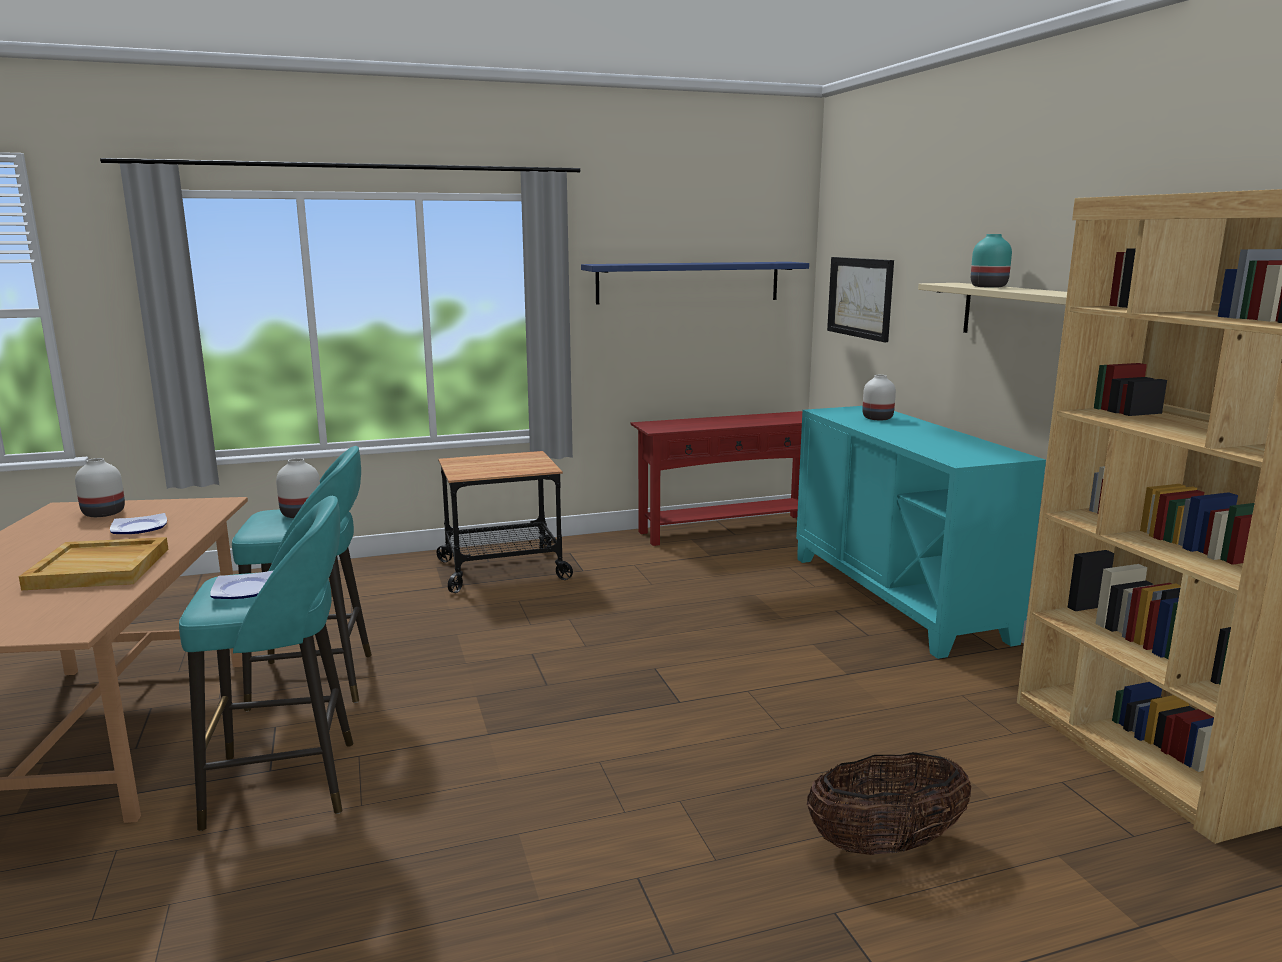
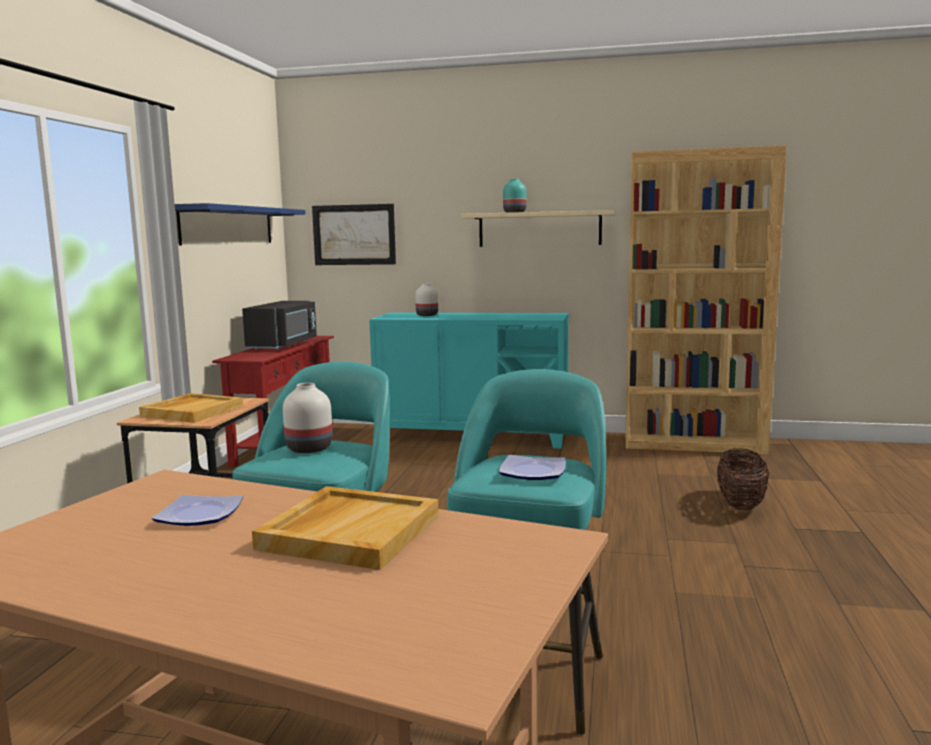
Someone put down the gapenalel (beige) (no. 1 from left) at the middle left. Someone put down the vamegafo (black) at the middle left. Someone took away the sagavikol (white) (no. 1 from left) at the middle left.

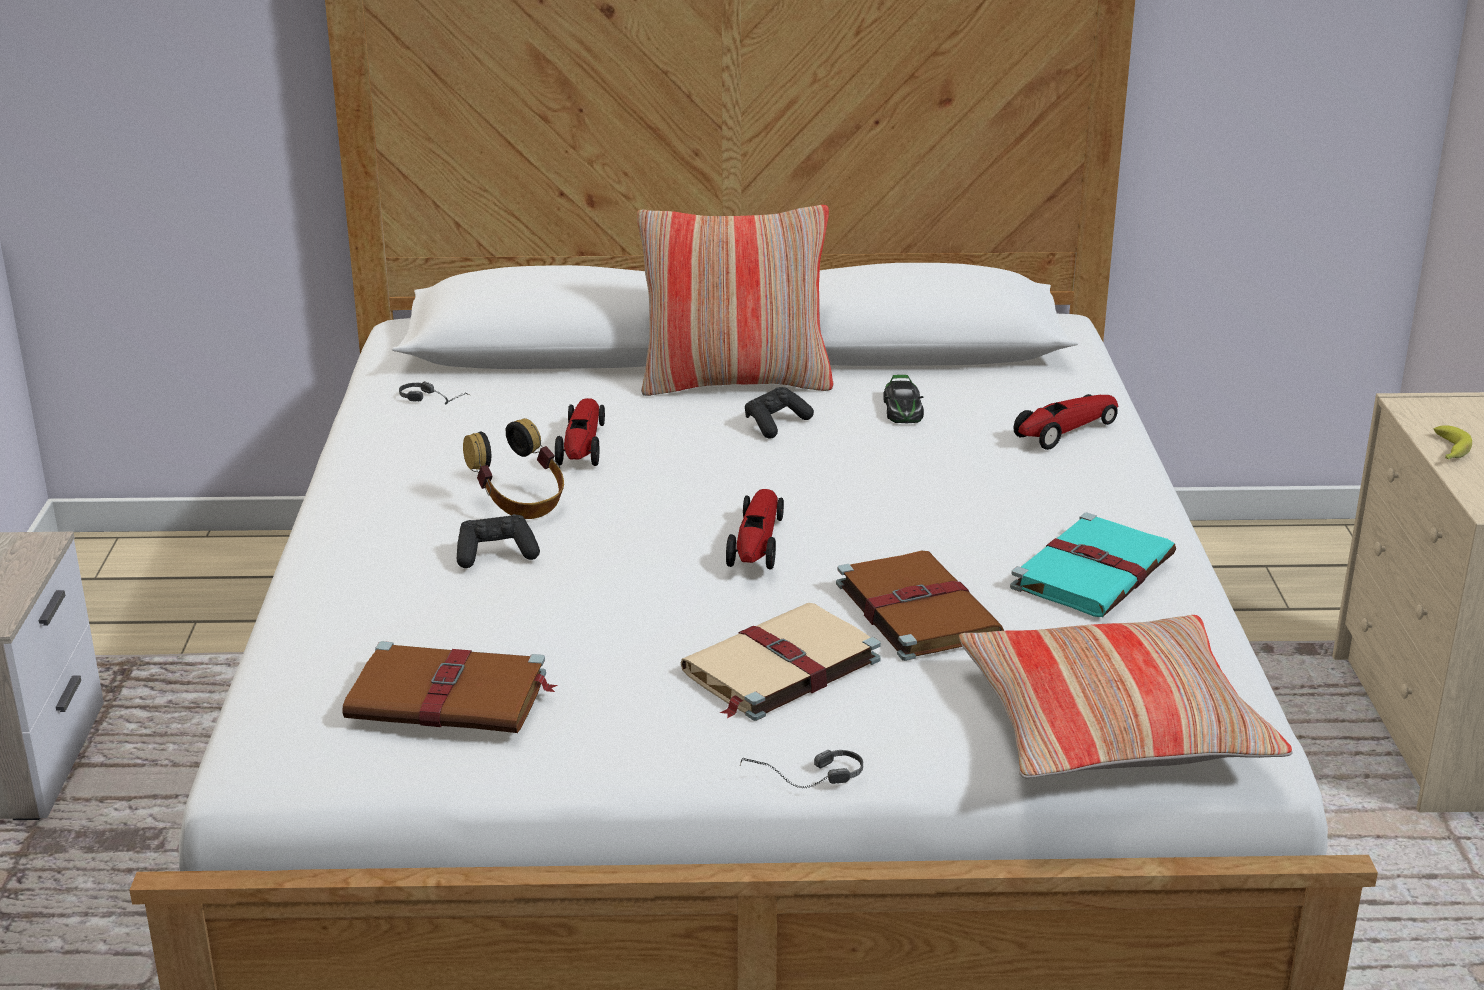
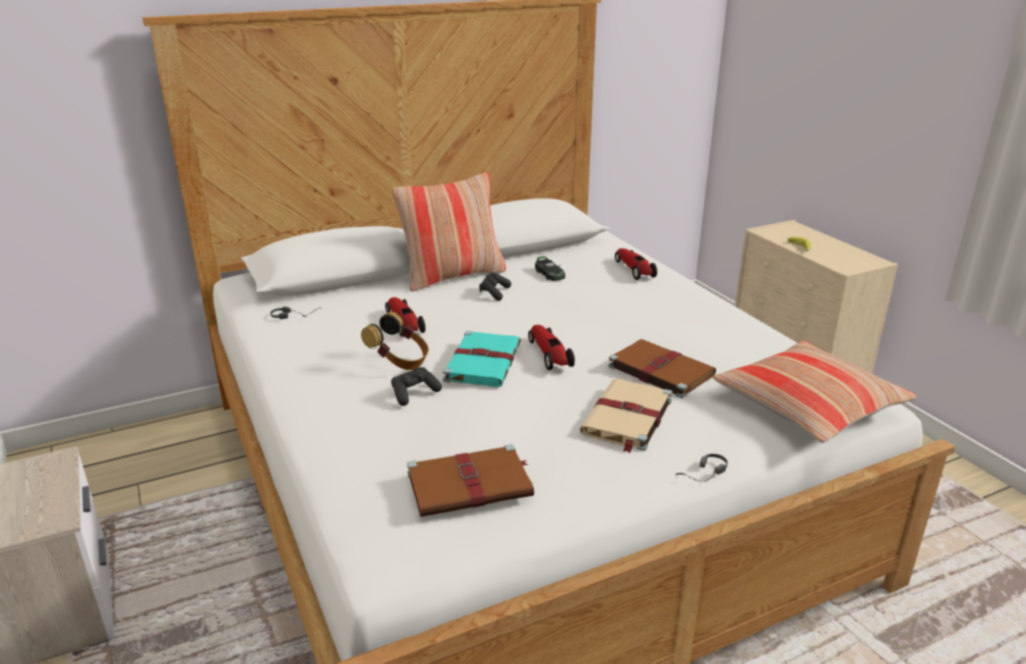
Someone carried the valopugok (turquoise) from the middle right to the centre. Someone rotated the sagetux (no. 4 from left) at the middle right by 45 degrees counterclockwise.

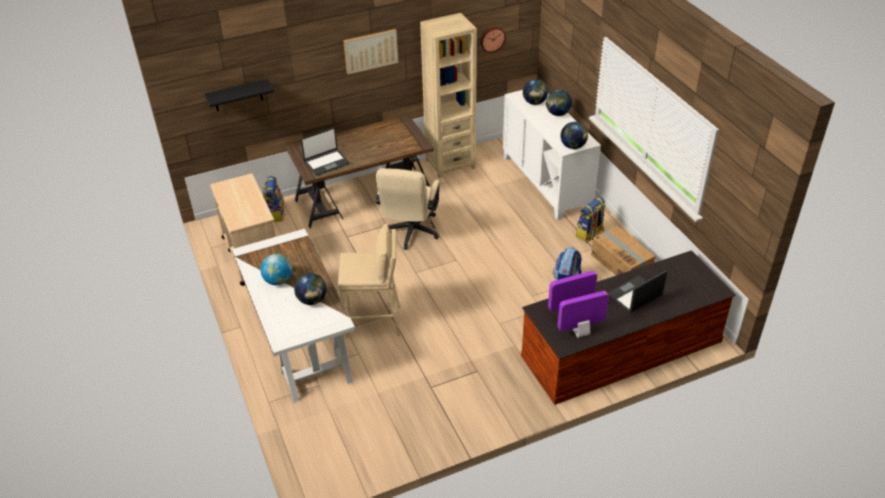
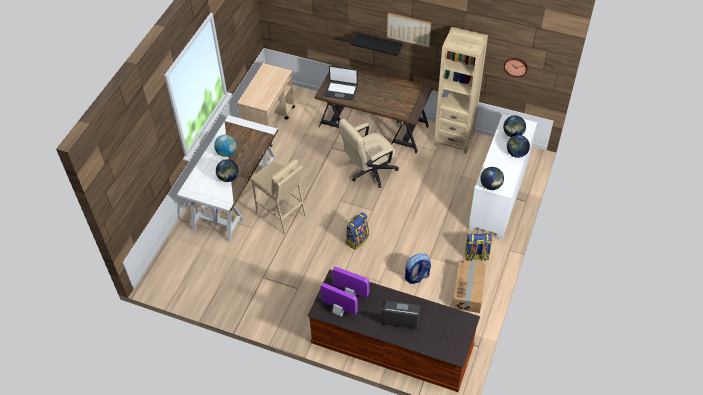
Someone carried the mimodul (no. 1 from left) from the middle left to the centre. Someone carried the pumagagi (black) from the top left to the top centre.

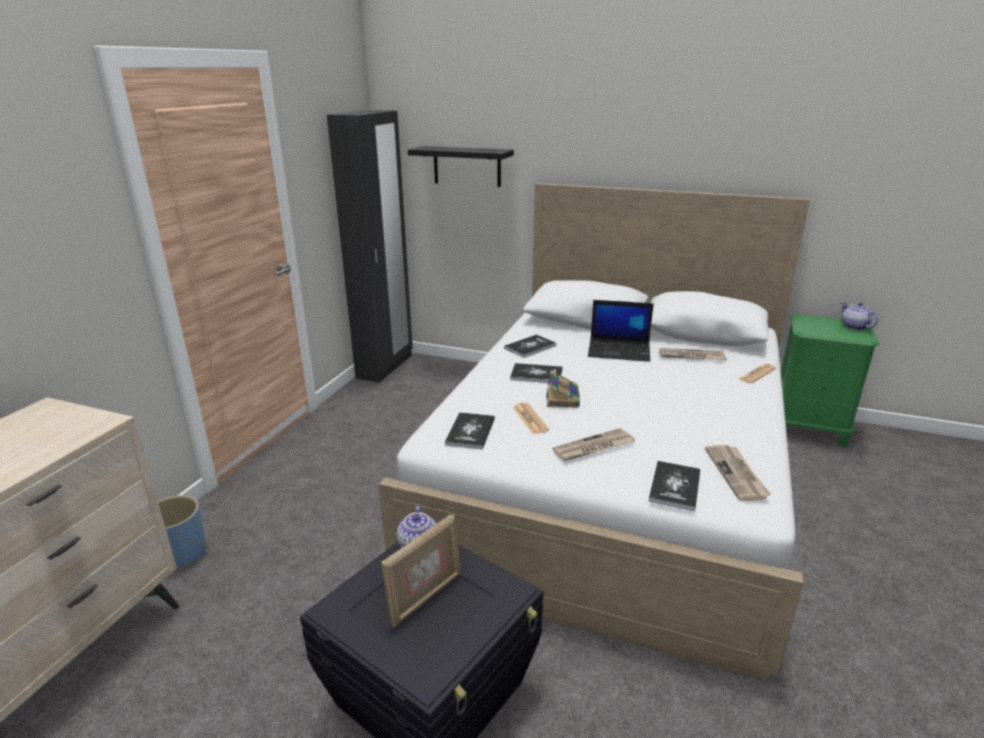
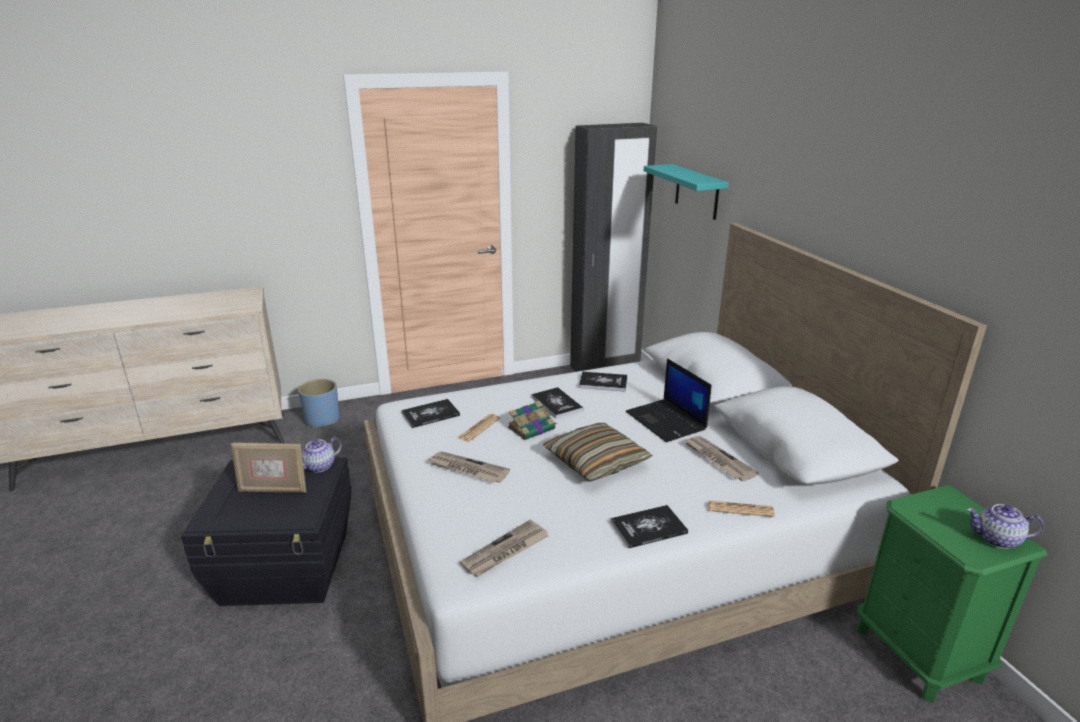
Someone put down the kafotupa at the centre. Someone carried the valopugok (no. 5 from left) from the middle right to the bottom centre. Someone repainted the pumagagi (black) at the top centre, which became the pumagagi (turquoise) at the top centre. Someone rotated the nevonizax (no. 2 from left) at the middle right by 105 degrees counterclockwise.

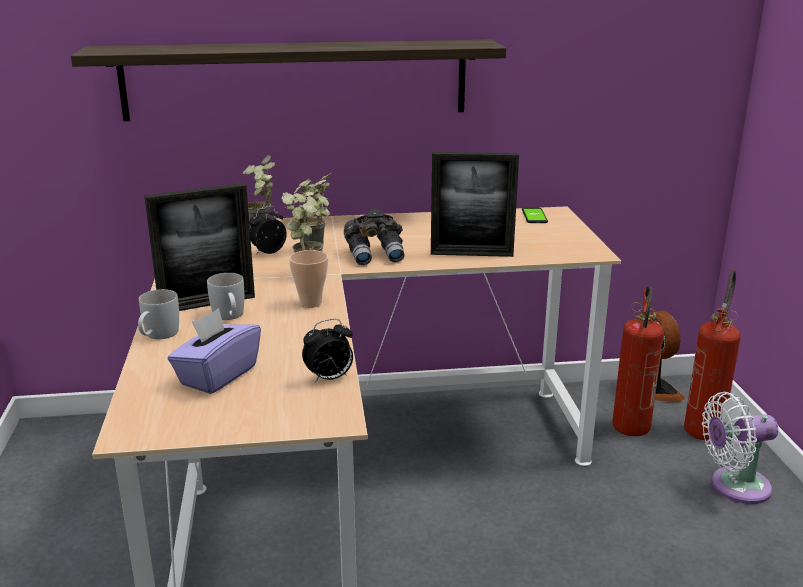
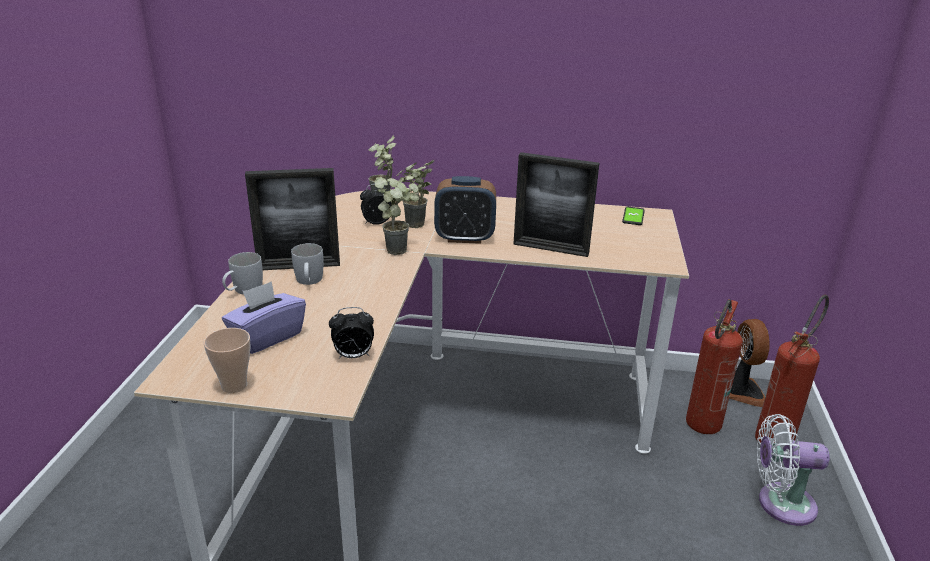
Someone carried the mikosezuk from the centre to the middle left. Someone swapped the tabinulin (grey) at the centre for the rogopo (no. 3 from left) at the centre. Someone took away the pumagagi at the top centre.

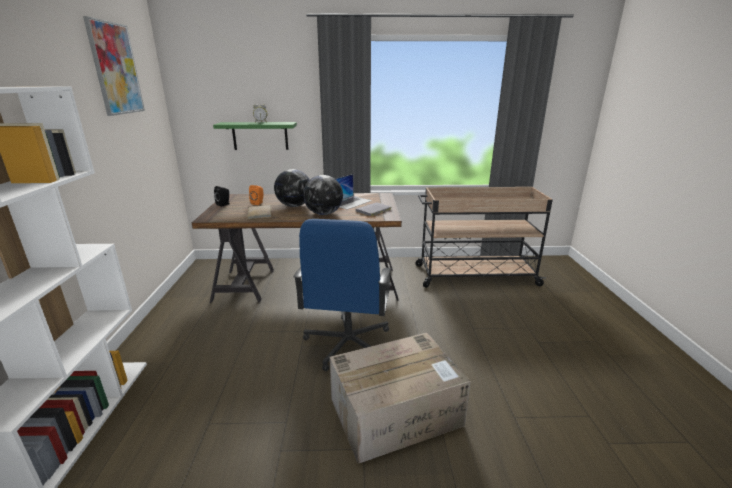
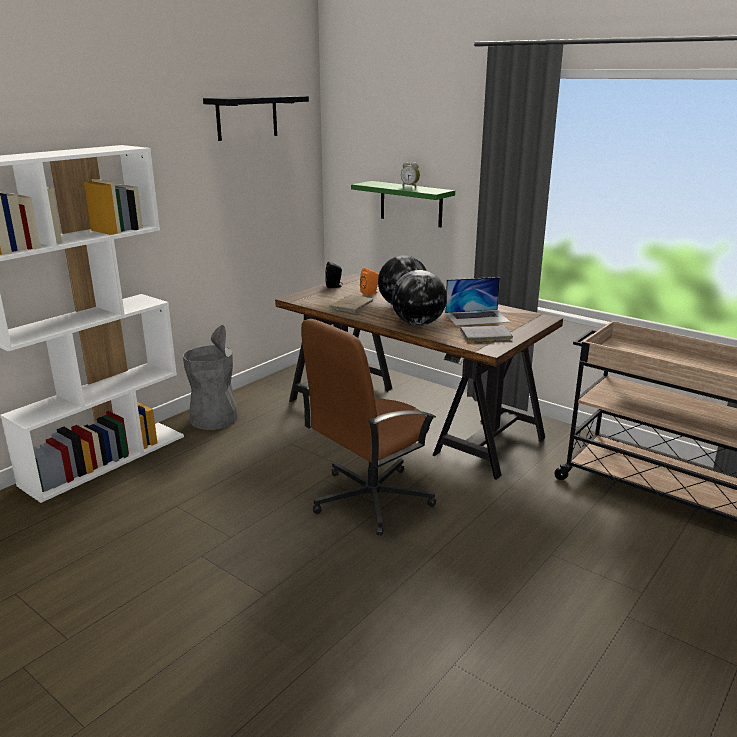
Someone put down the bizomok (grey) at the middle left. Someone swapped the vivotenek at the top left for the pumagagi (black) at the top centre. Someone repainted the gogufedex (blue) at the centre, which became the gogufedex (brown) at the centre. Someone took away the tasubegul at the bottom centre.

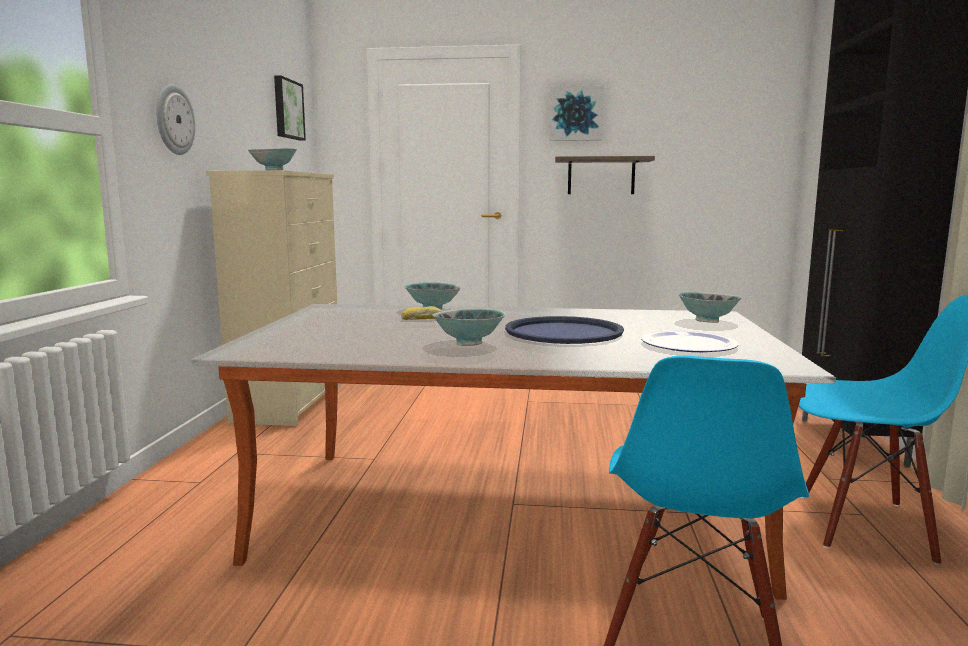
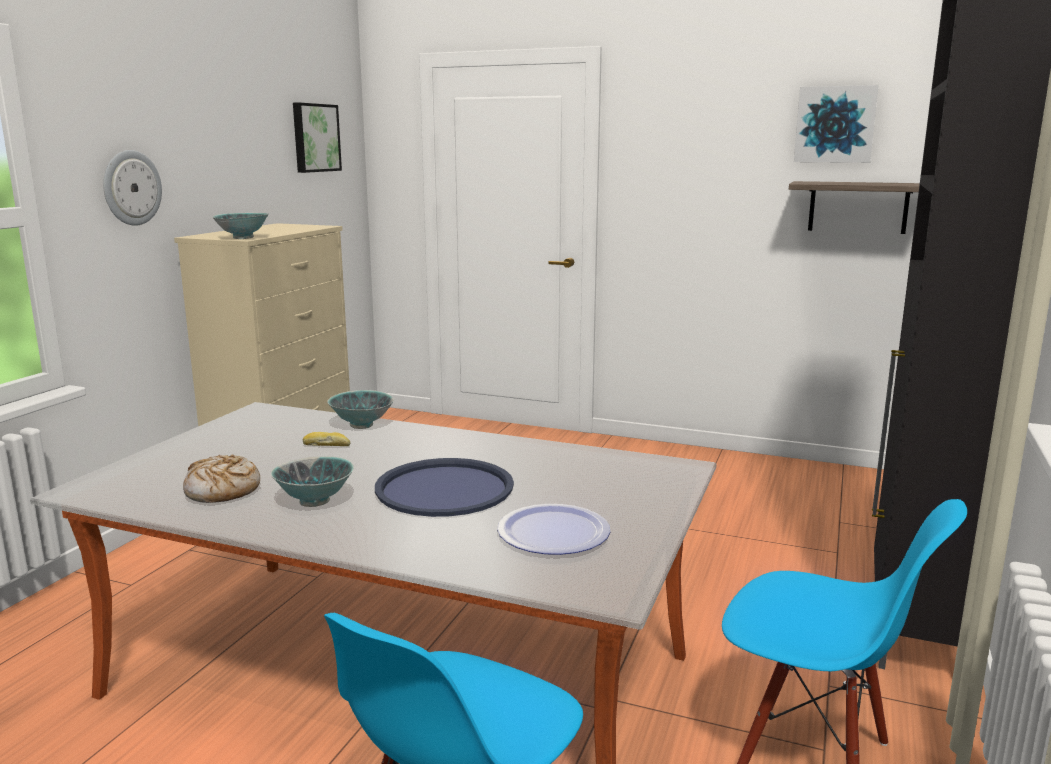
Someone put down the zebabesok (no. 1 from left) at the middle left. Someone carried the pumagagi from the top centre to the top right. Someone carried the vivotenek (no. 2 from left) from the top centre to the top right. Someone took away the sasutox (no. 4 from left) at the middle right.

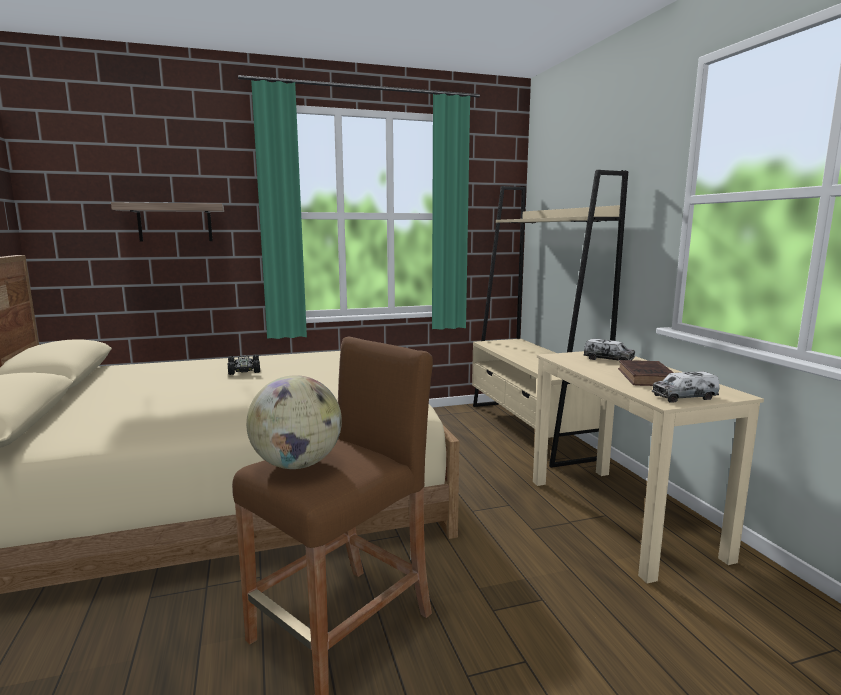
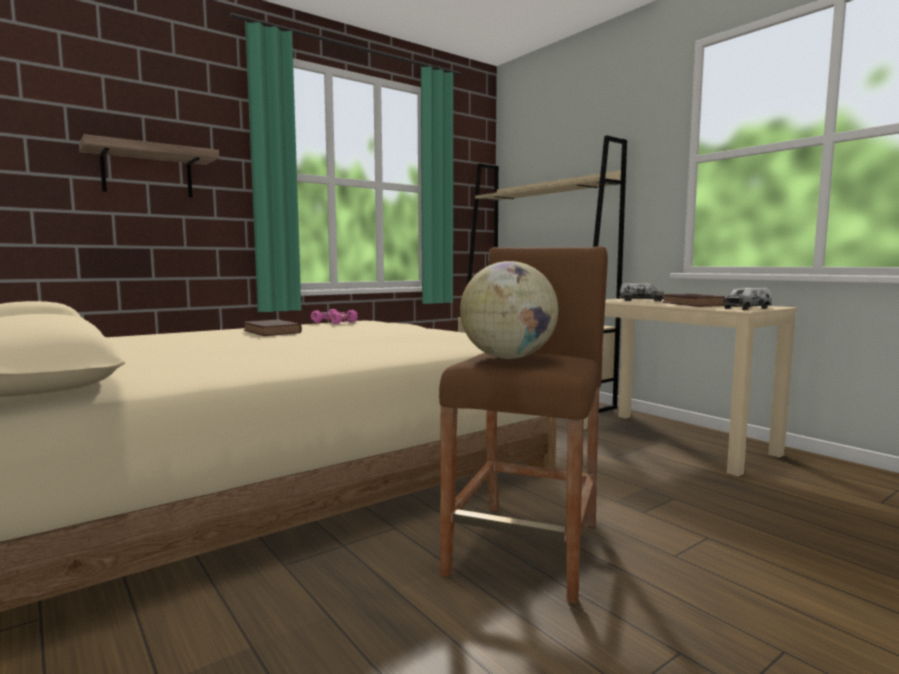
Someone swapped the sagetux (black) at the middle left for the valopugok (brown) (no. 1 from left) at the middle left. Someone put down the sagetux (pink) at the centre.

